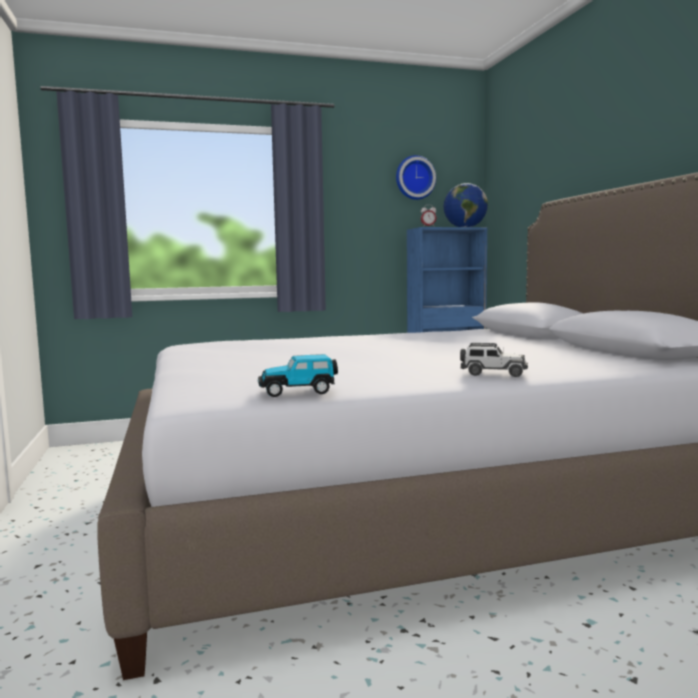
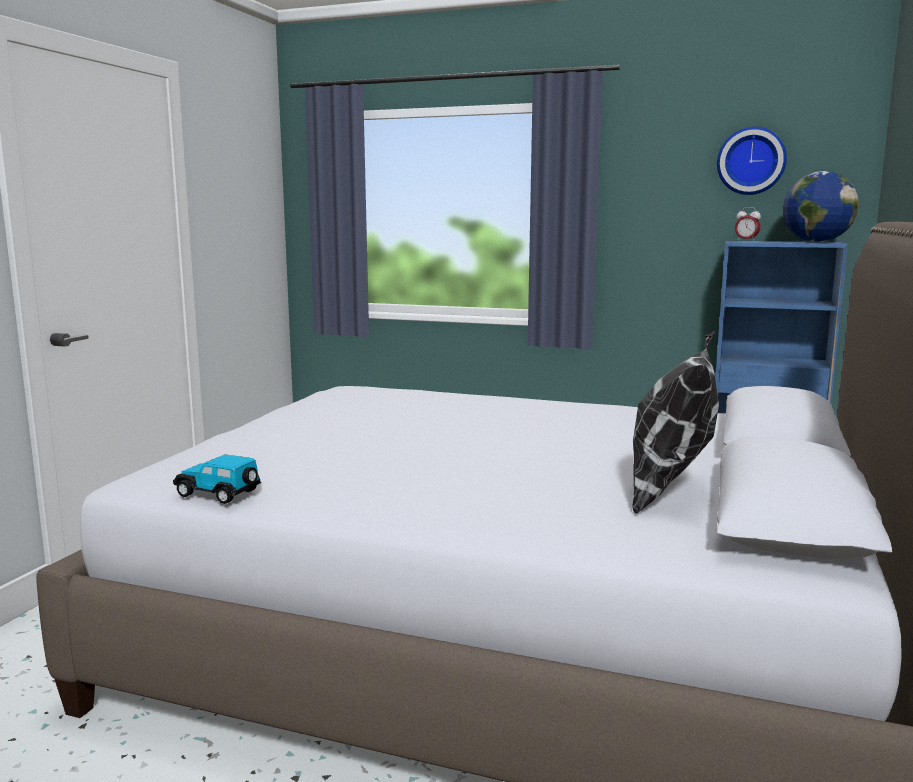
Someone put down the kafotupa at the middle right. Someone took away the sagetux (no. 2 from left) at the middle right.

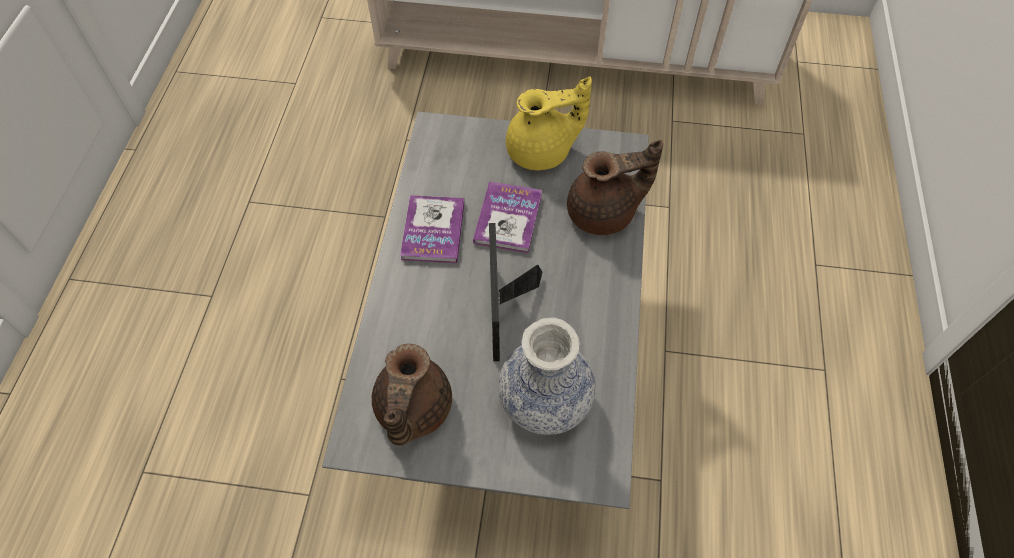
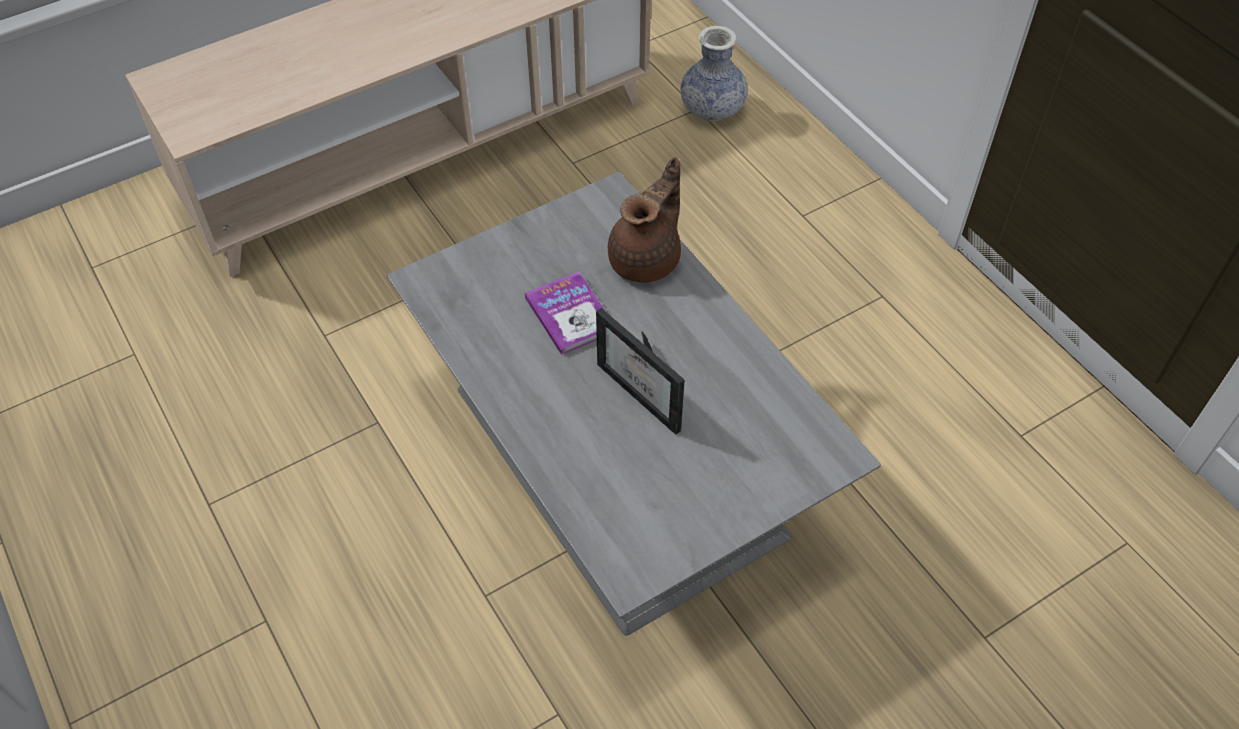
Someone carried the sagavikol from the bottom centre to the top centre. Someone took away the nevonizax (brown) (no. 1 from left) at the bottom centre. Someone took away the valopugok (no. 1 from left) at the centre. Someone took away the nevonizax (yellow) at the top centre.

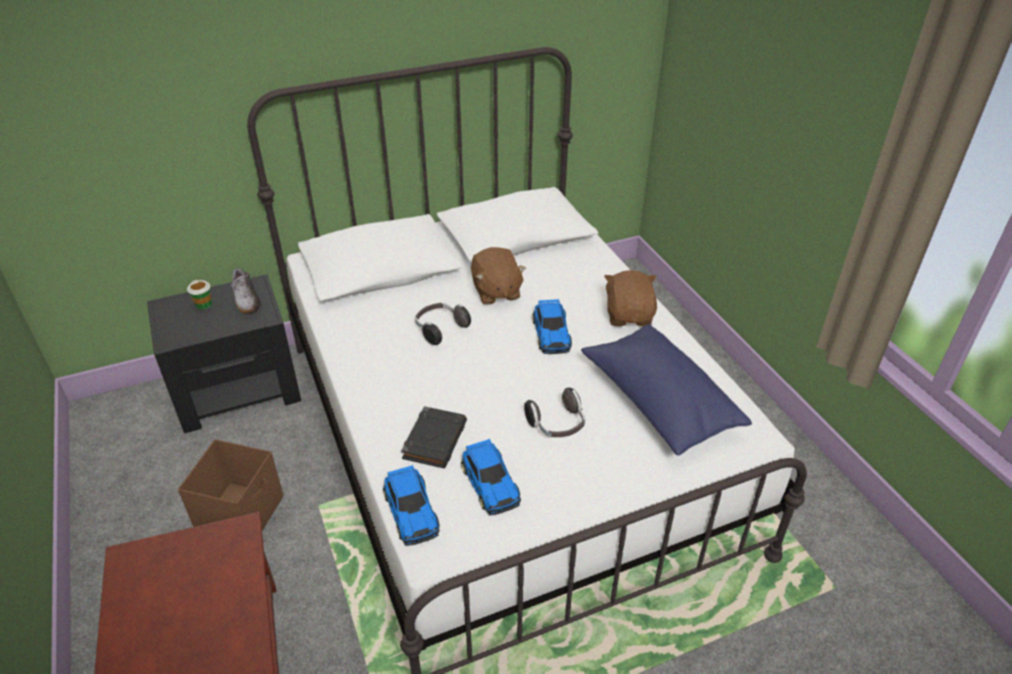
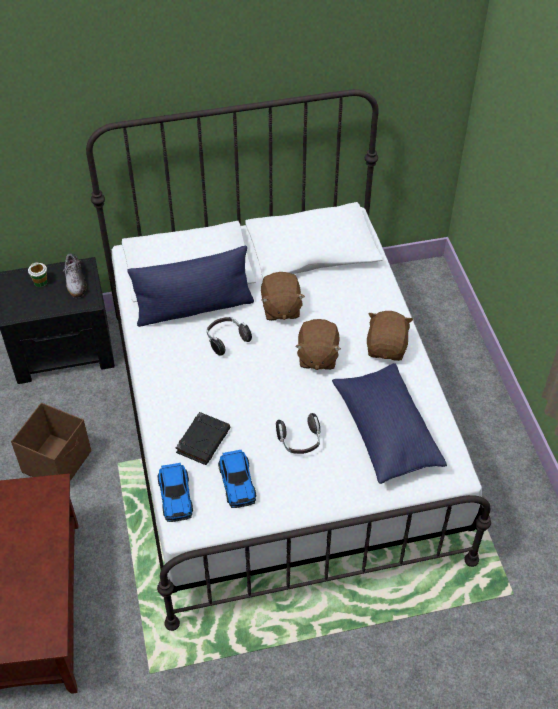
Someone put down the kafotupa (blue) (no. 1 from left) at the centre. Someone swapped the sagetux (no. 3 from left) at the centre for the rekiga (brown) (no. 2 from left) at the centre.

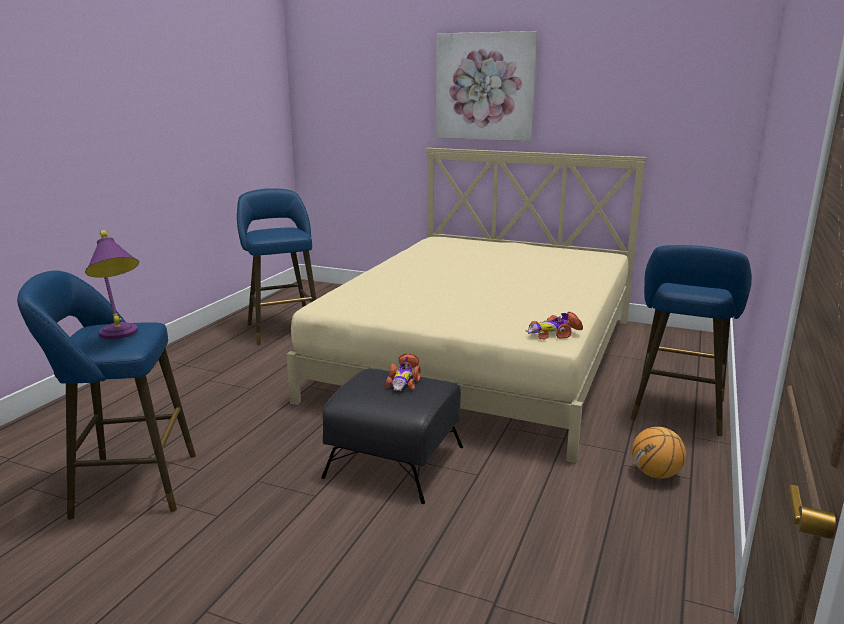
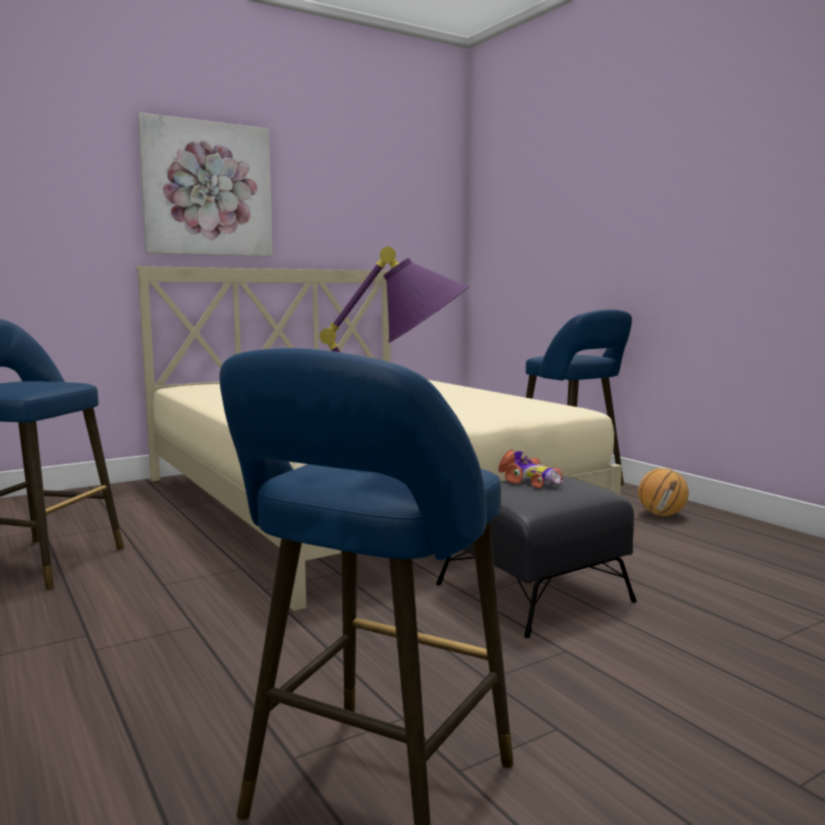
Someone took away the sagetux (no. 2 from left) at the centre.

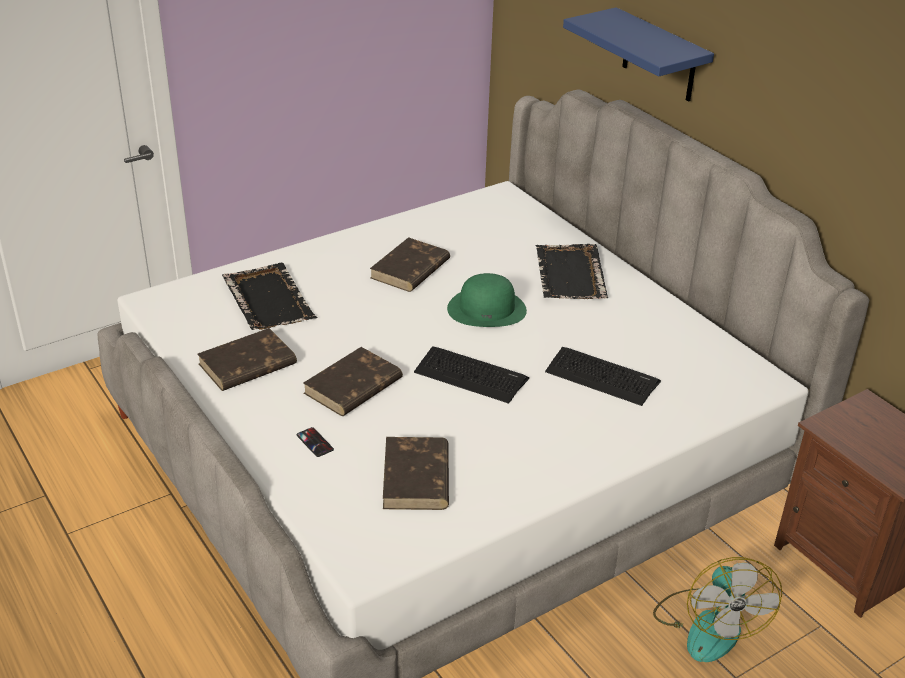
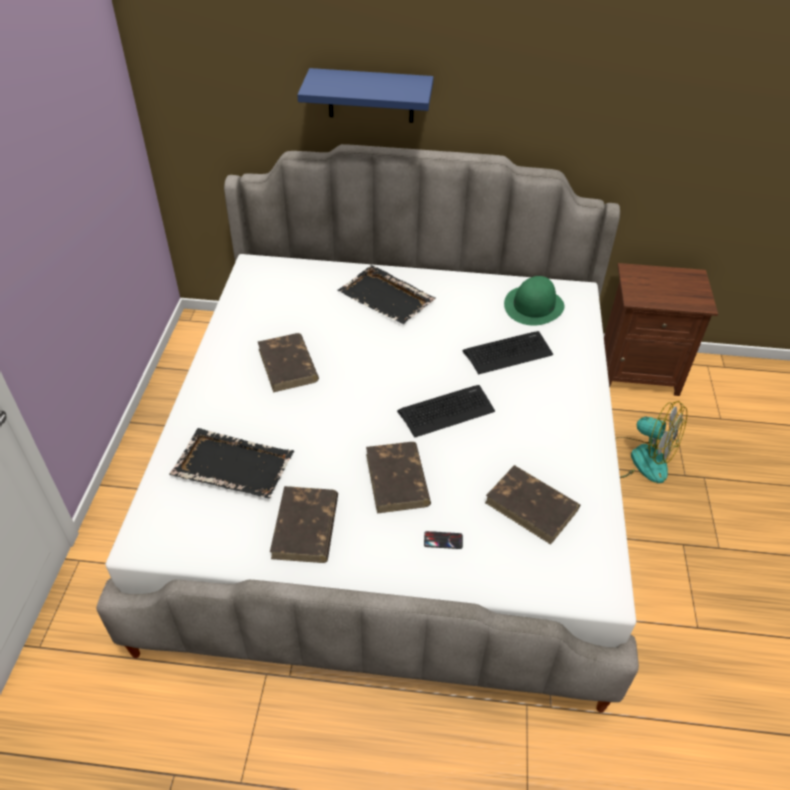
Someone carried the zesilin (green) from the centre to the middle right.

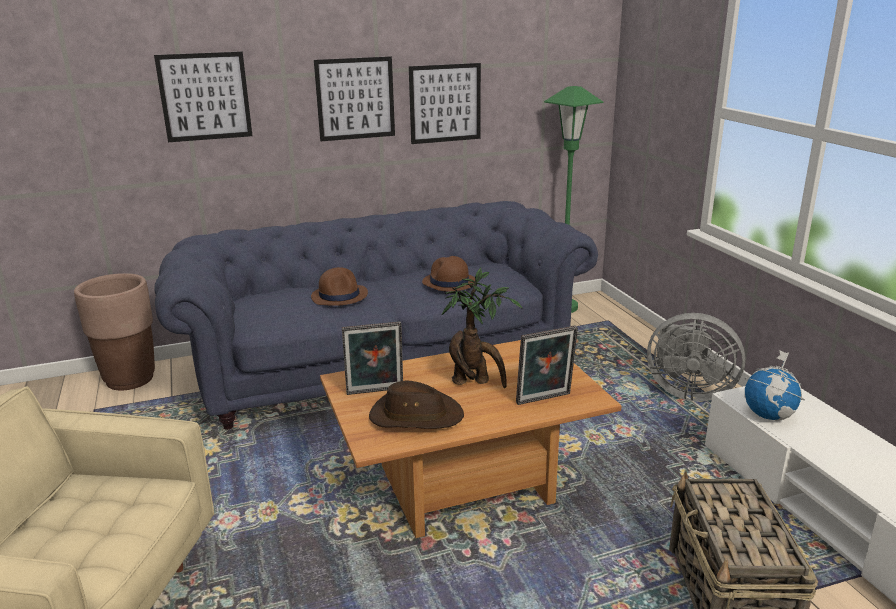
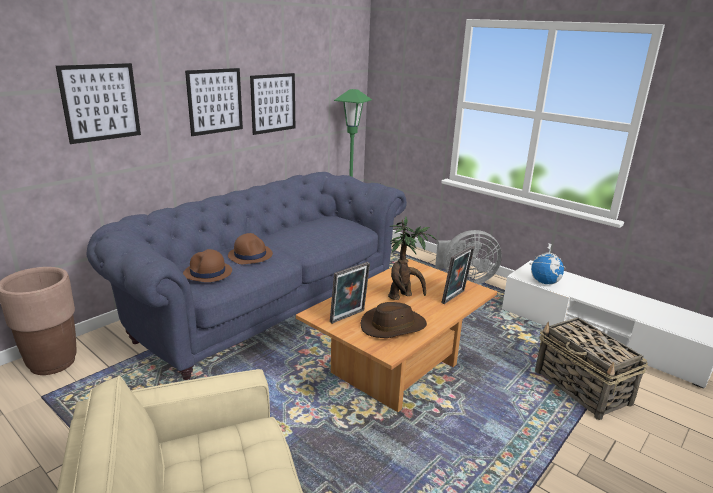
Someone carried the zesilin (brown) (no. 3 from left in the first image) from the centre to the middle left.

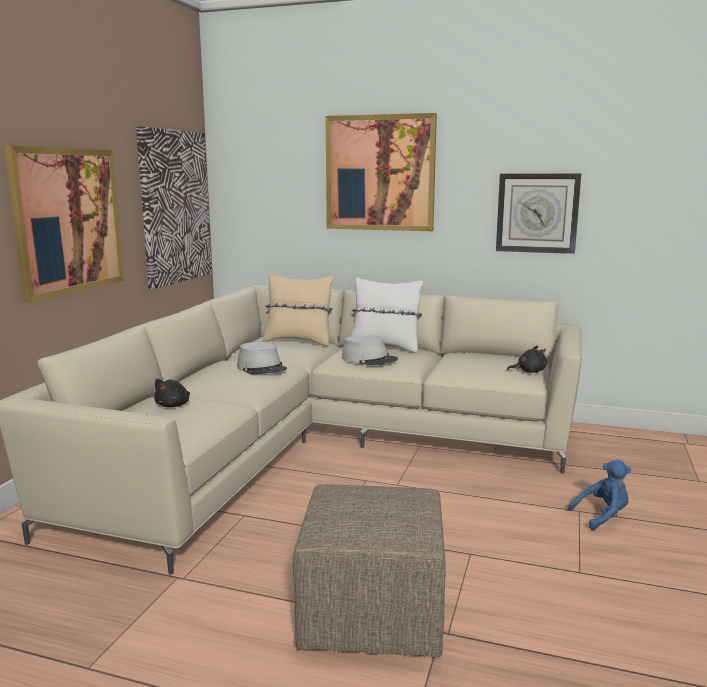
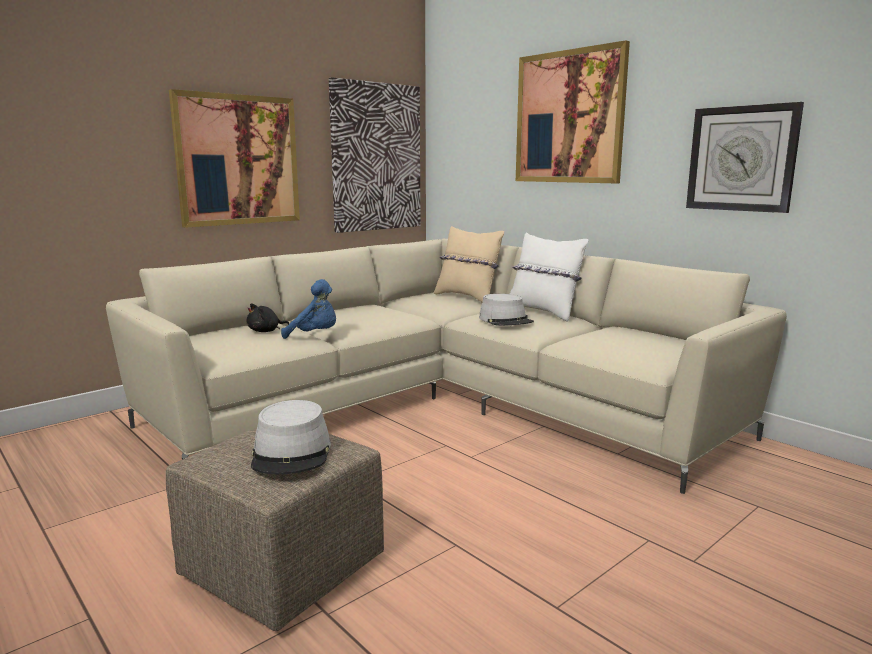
Someone carried the zesilin (grey) (no. 1 from left) from the centre to the bottom centre. Someone carried the rekiga (blue) from the bottom right to the centre. Someone took away the rekiga (black) (no. 2 from left) at the middle right.

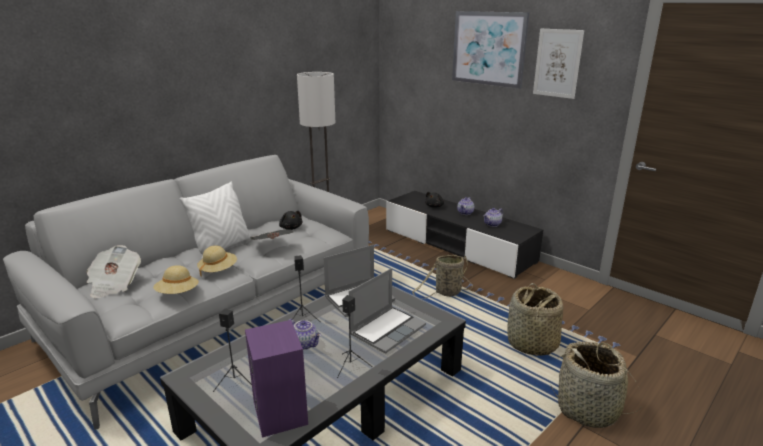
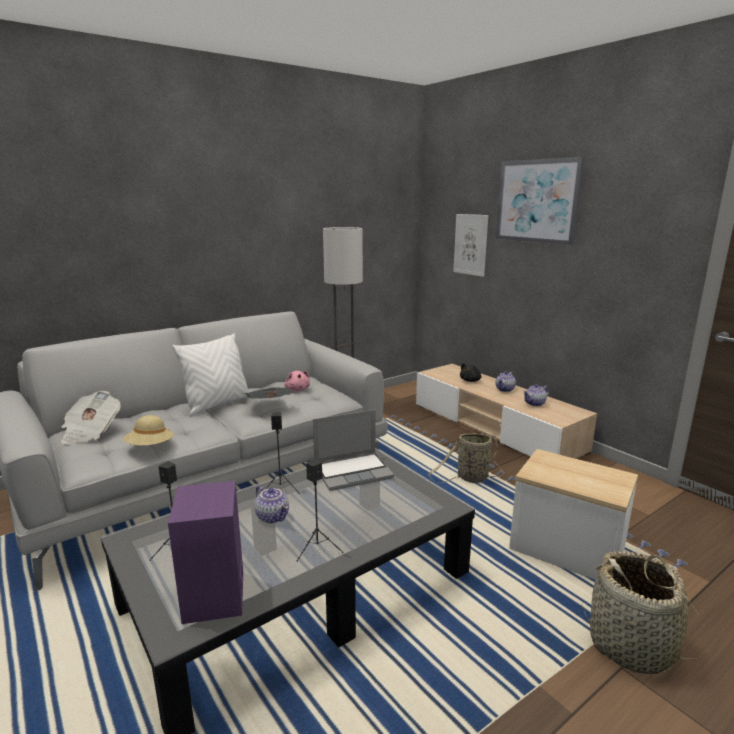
Someone repainted the rekiga (black) (no. 1 from left) at the centre, which became the rekiga (pink) at the centre. Someone repainted the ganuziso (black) at the centre, which became the ganuziso (beige) at the middle right. Someone carried the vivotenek (no. 2 from left in the first image) from the top right to the centre. Someone swapped the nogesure (no. 2 from left) at the bottom right for the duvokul at the bottom right. Someone took away the zesilin (beige) (no. 2 from left) at the middle left. Someone took away the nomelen (no. 2 from left) at the bottom centre.

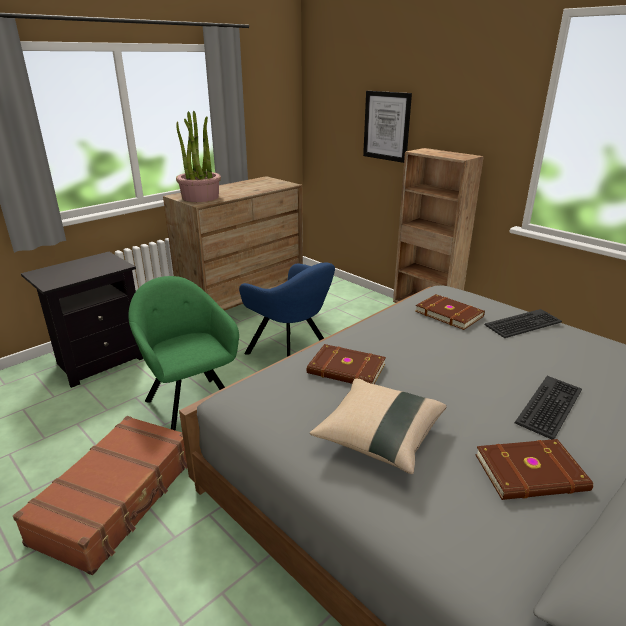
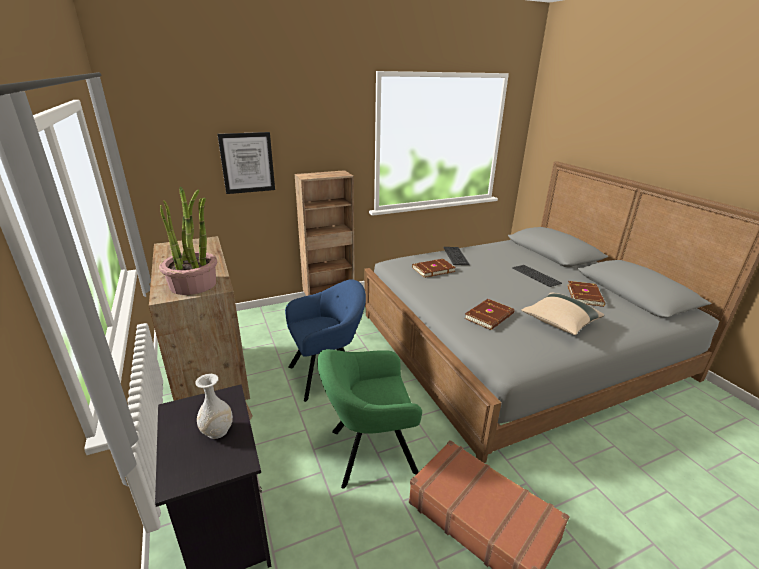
Someone put down the sagavikol (white) at the bottom left.

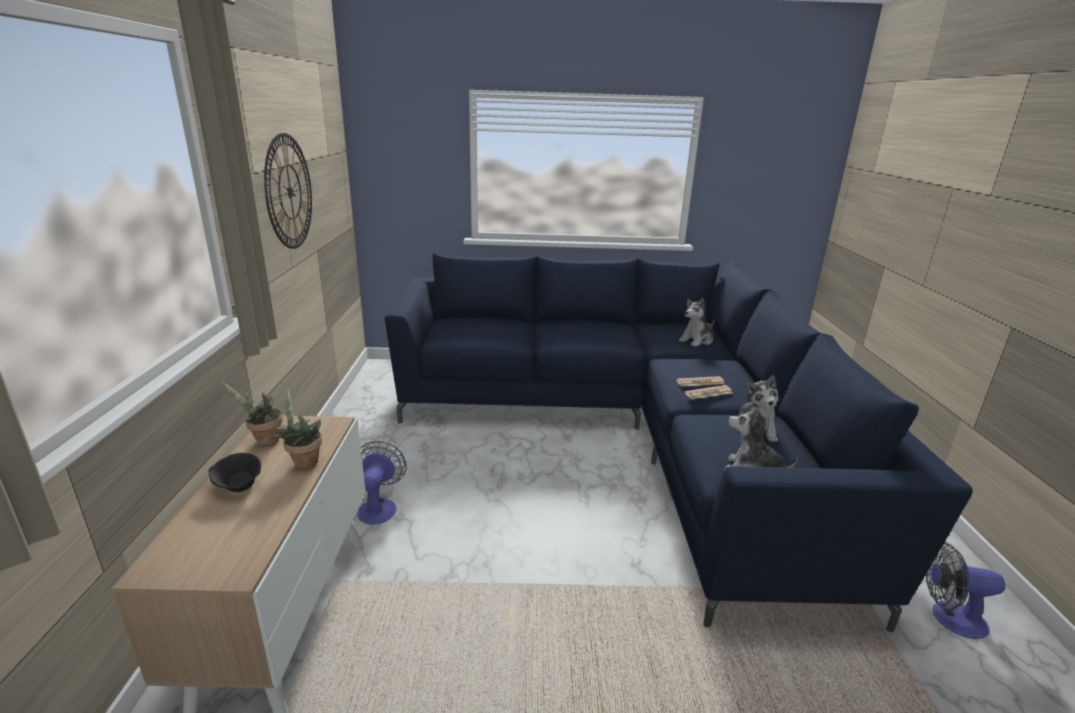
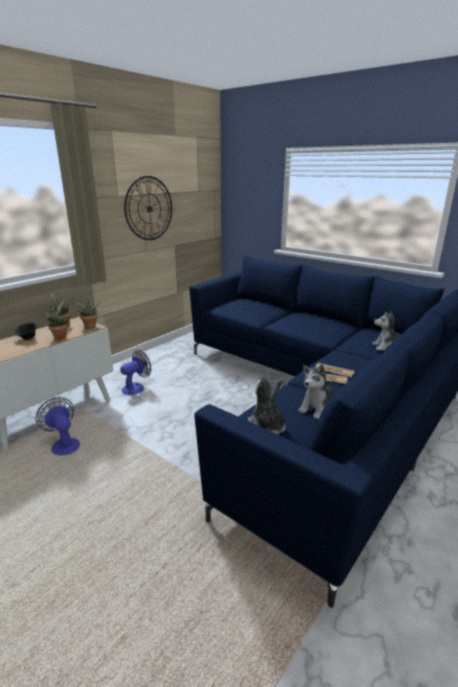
Someone carried the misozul (no. 2 from left in the first image) from the bottom right to the middle left. Someone put down the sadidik (no. 3 from left) at the middle left.

